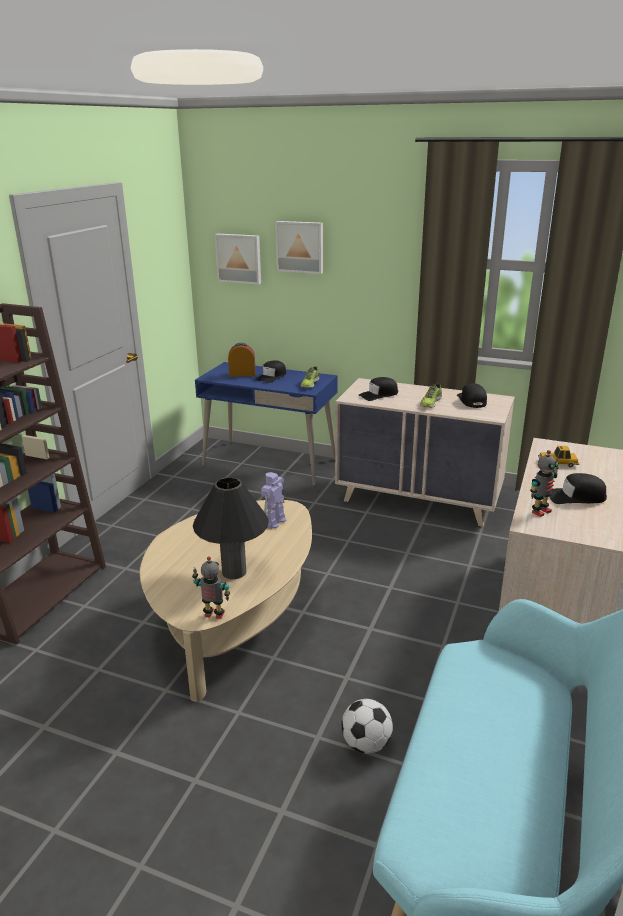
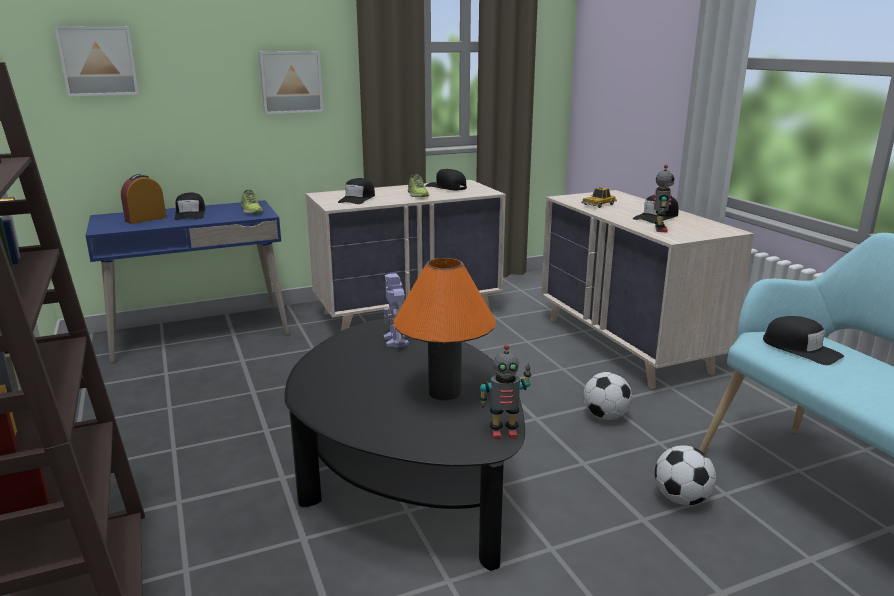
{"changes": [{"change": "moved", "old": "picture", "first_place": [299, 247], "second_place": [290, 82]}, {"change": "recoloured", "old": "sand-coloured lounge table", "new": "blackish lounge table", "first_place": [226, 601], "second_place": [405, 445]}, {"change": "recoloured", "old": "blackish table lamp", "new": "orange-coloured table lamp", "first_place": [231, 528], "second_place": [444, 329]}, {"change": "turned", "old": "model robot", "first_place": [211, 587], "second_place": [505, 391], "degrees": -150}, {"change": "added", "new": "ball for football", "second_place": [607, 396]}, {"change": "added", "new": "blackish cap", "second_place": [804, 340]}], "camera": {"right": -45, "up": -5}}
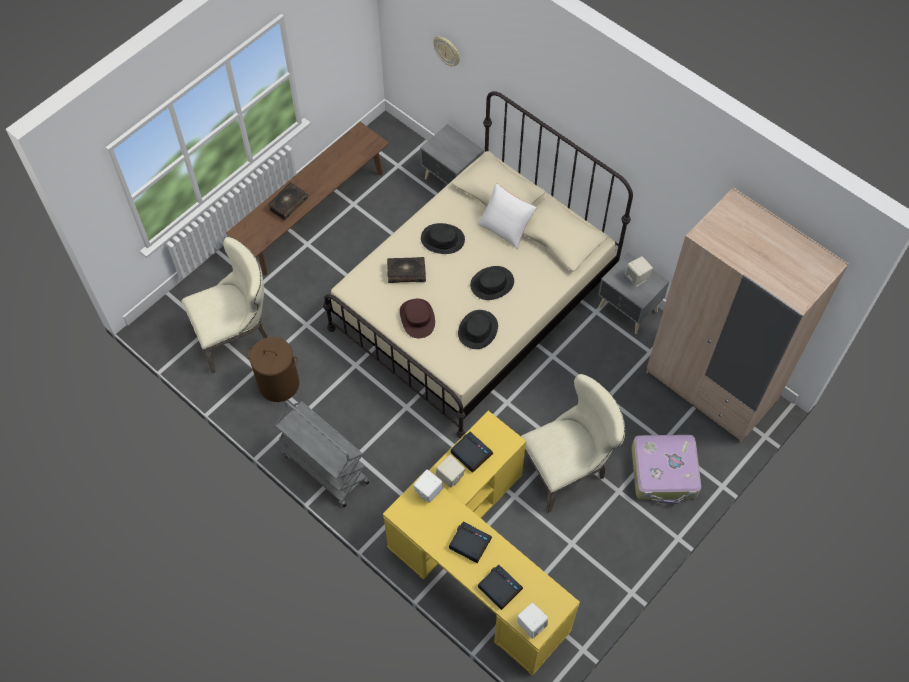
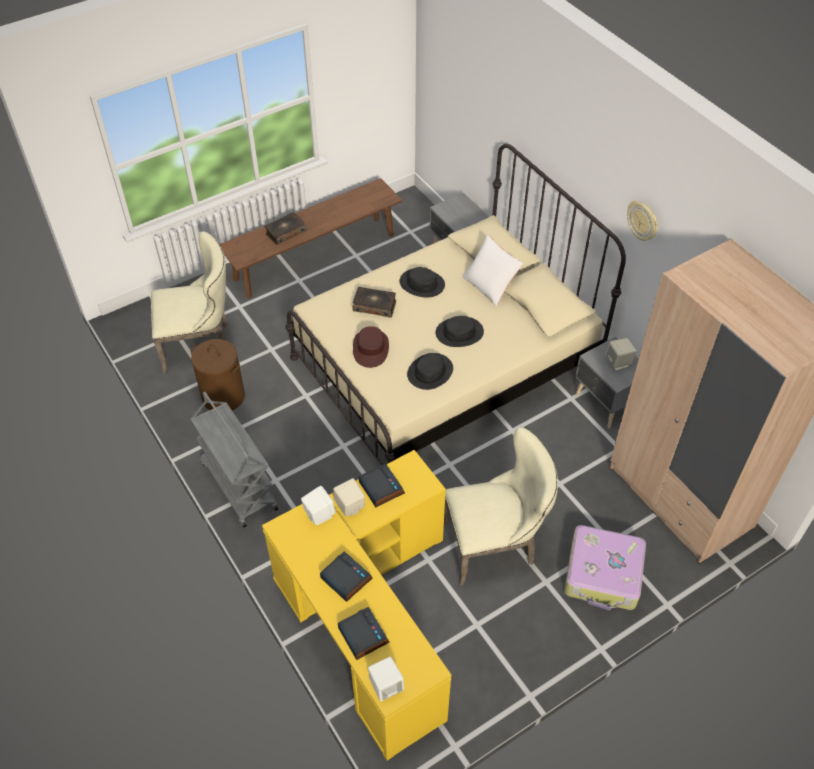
{"changes": [{"change": "moved", "old": "wall clock", "first_place": [446, 51], "second_place": [642, 221]}], "camera": {"right": 15, "up": -10}}
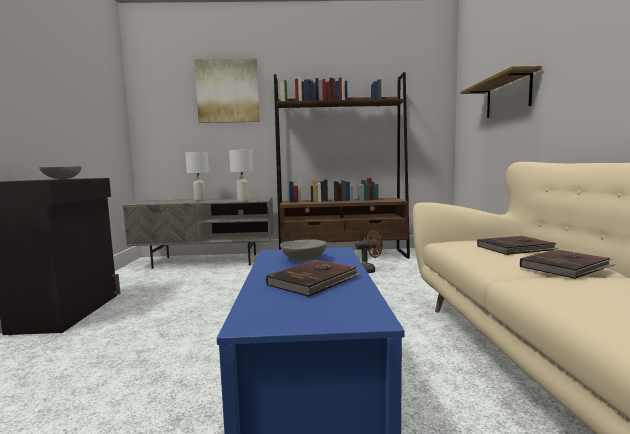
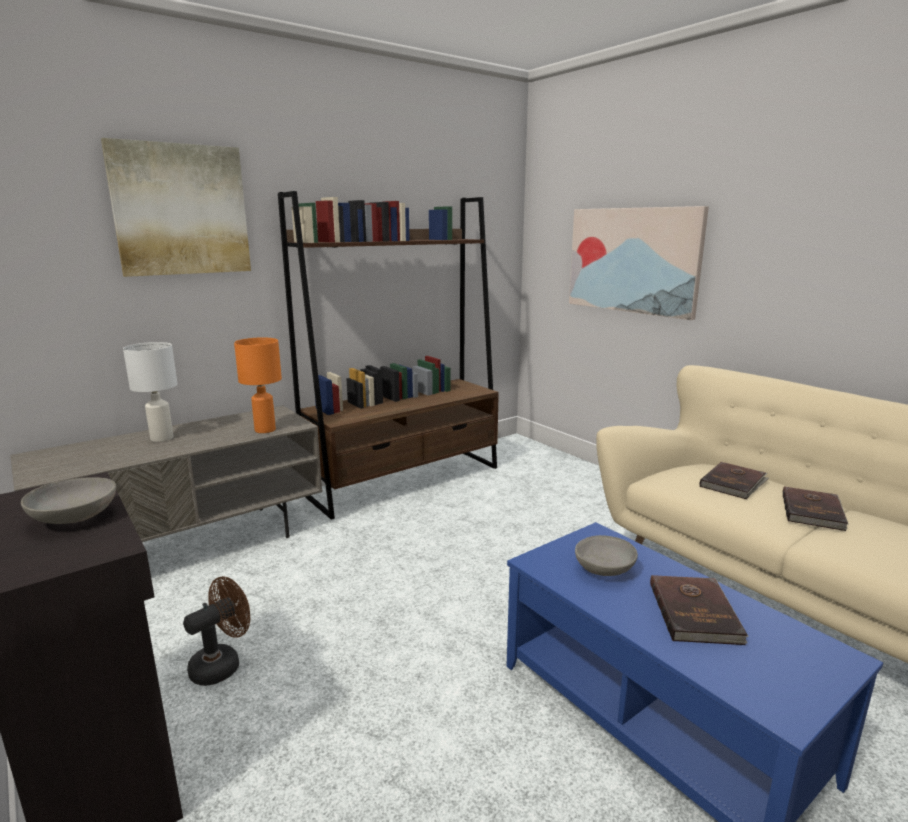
{"changes": [{"change": "moved", "old": "brown-coloured electric fan", "first_place": [369, 251], "second_place": [216, 631]}, {"change": "recoloured", "old": "white table lamp", "new": "orange-coloured table lamp", "first_place": [241, 175], "second_place": [258, 385]}, {"change": "replaced", "old": "wall shelf", "new": "picture", "first_place": [501, 92], "second_place": [639, 263]}], "camera": {"right": -35, "up": 10}}
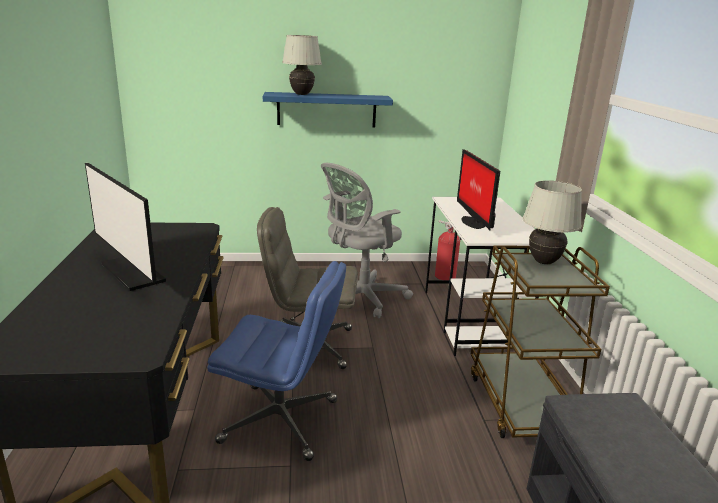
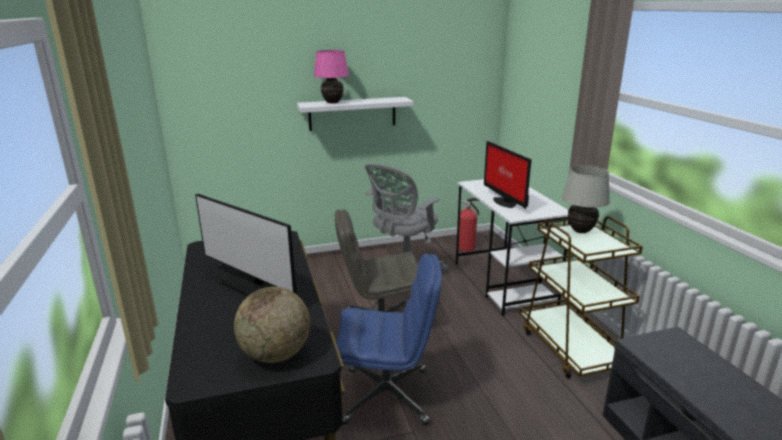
{"changes": [{"change": "added", "new": "globe", "second_place": [272, 325]}, {"change": "recoloured", "old": "bluish wall shelf", "new": "white wall shelf", "first_place": [328, 110], "second_place": [355, 114]}, {"change": "recoloured", "old": "white table lamp", "new": "pinkish table lamp", "first_place": [302, 65], "second_place": [331, 76]}], "camera": {"right": -10, "up": 0}}
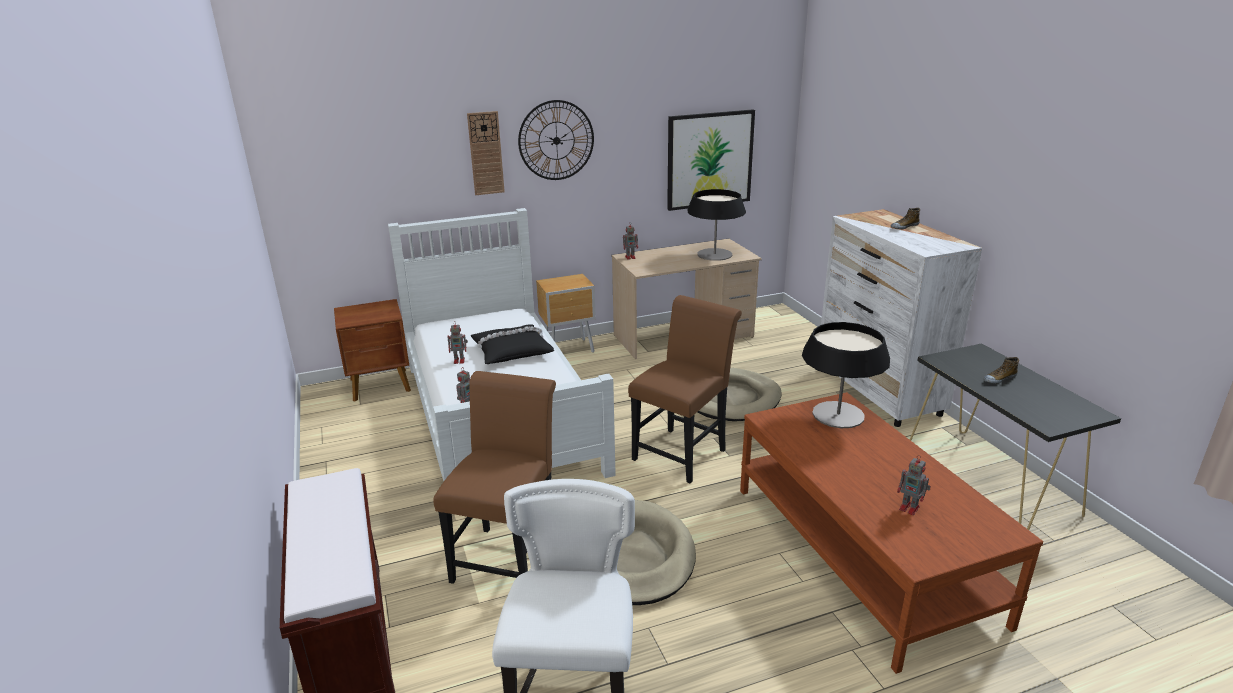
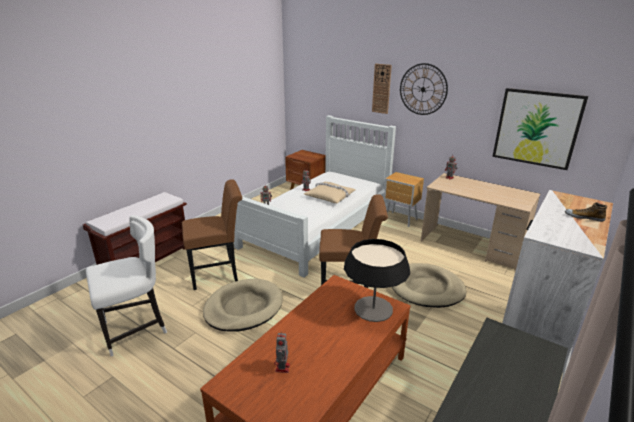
{"changes": [{"change": "recoloured", "old": "blackish pillow", "new": "sand-coloured pillow", "first_place": [512, 344], "second_place": [330, 192]}, {"change": "removed", "old": "table lamp", "first_place": [717, 225]}, {"change": "removed", "old": "item of footwear", "first_place": [1001, 370]}], "camera": {"right": 55, "up": 0}}
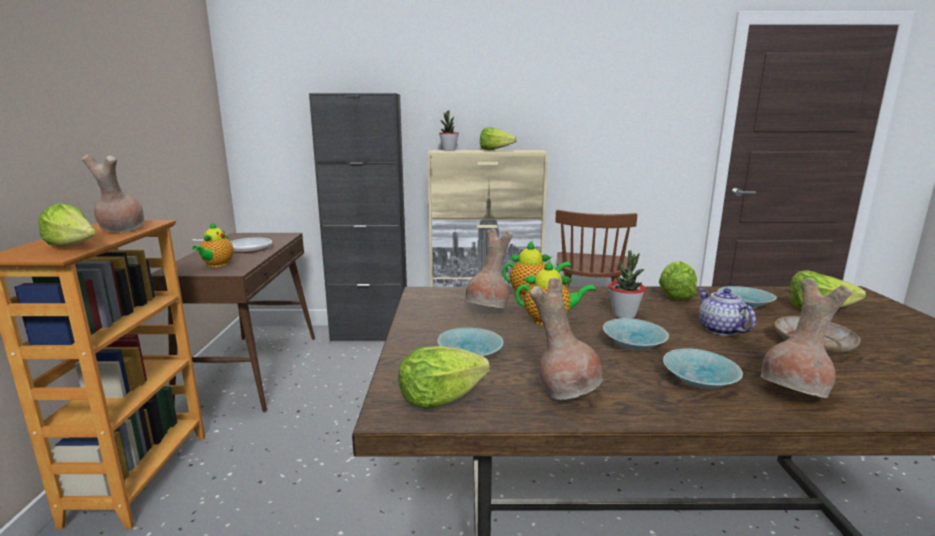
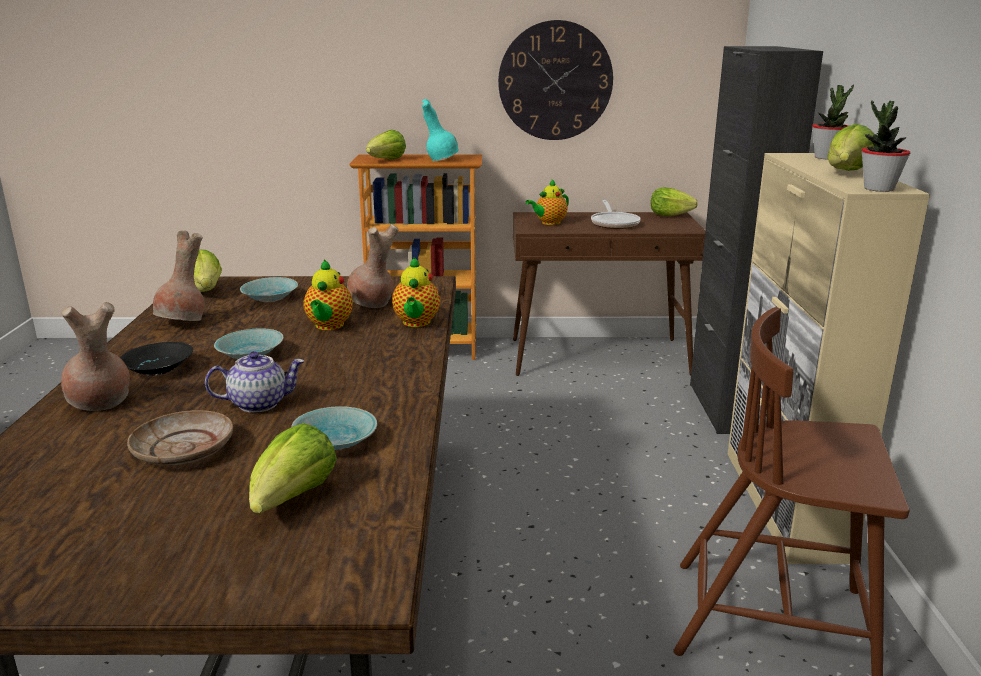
{"changes": [{"change": "recoloured", "old": "turquoise serving bowl", "new": "blackish serving bowl", "first_place": [703, 368], "second_place": [156, 359]}, {"change": "recoloured", "old": "brown-coloured decorative vase", "new": "turquoise decorative vase", "first_place": [113, 193], "second_place": [440, 130]}, {"change": "added", "new": "wall clock", "second_place": [555, 80]}, {"change": "turned", "old": "tea pot", "first_place": [213, 244], "second_place": [547, 202], "degrees": -45}, {"change": "moved", "old": "head of lettuce", "first_place": [678, 280], "second_place": [674, 201]}, {"change": "moved", "old": "potted plant", "first_place": [627, 284], "second_place": [885, 146]}], "camera": {"right": 90, "up": 5}}
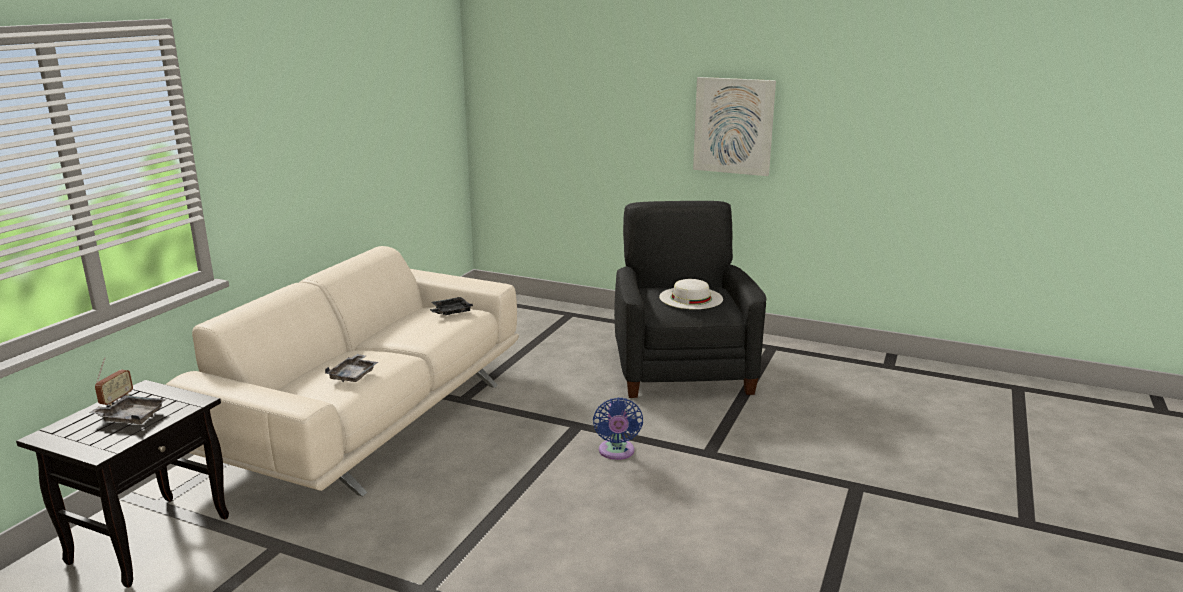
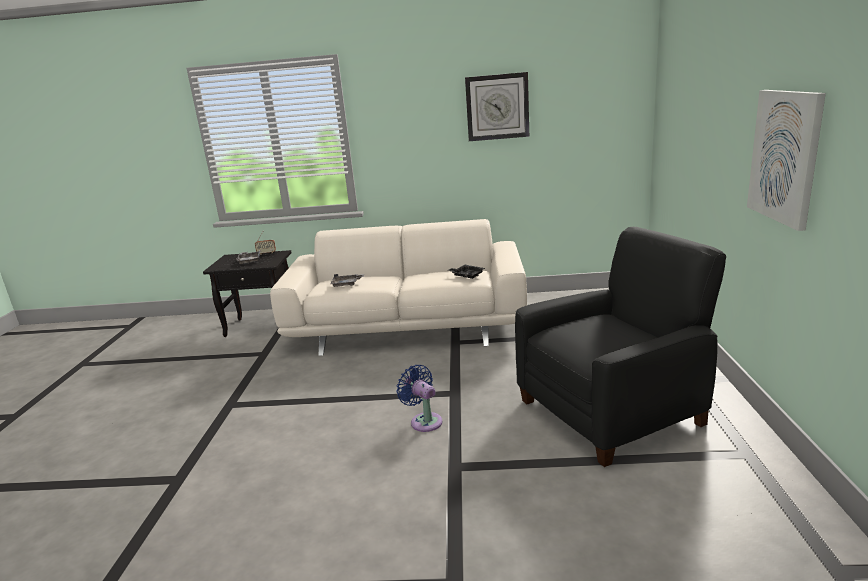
{"changes": [{"change": "turned", "old": "bluish electric fan", "first_place": [618, 428], "second_place": [419, 398], "degrees": 75}, {"change": "added", "new": "wall clock", "second_place": [497, 106]}, {"change": "removed", "old": "white wearable hat", "first_place": [691, 294]}], "camera": {"right": 70, "up": 0}}
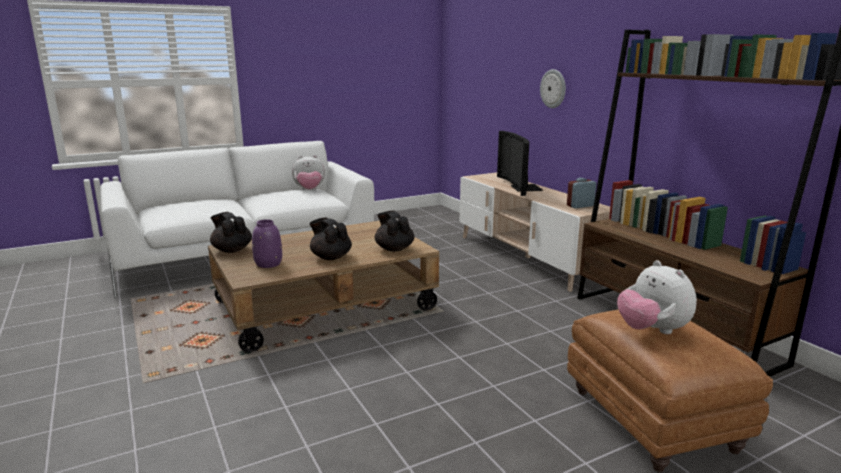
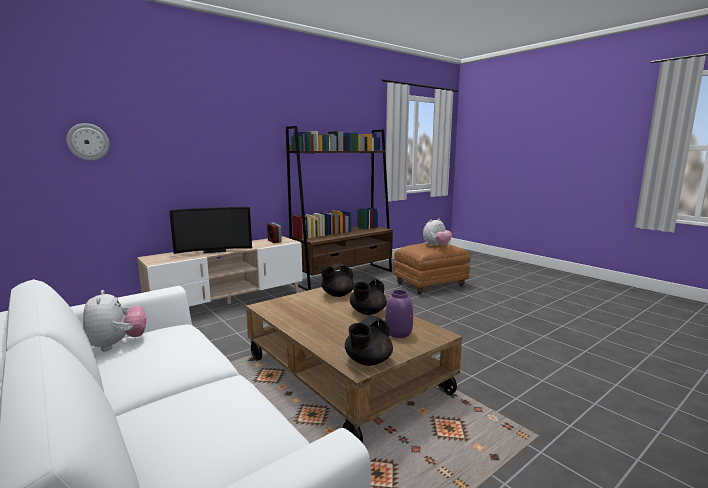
{"changes": [{"change": "moved", "old": "wall clock", "first_place": [553, 88], "second_place": [87, 142]}], "camera": {"right": -100, "up": -5}}
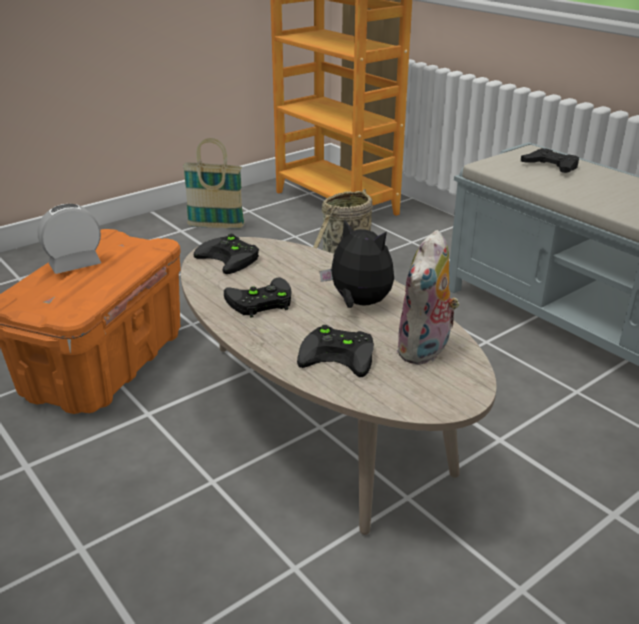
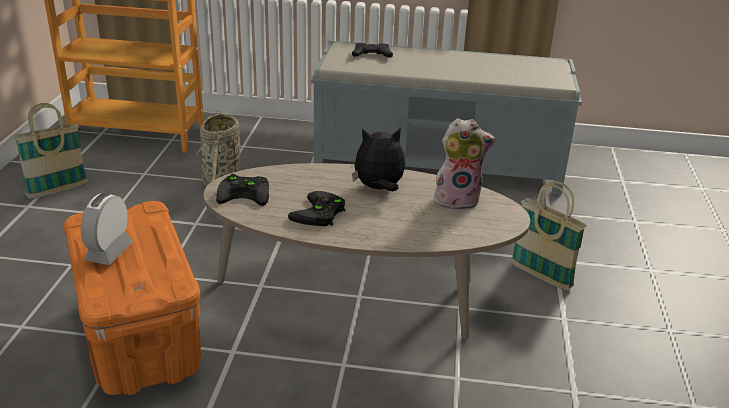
{"changes": [{"change": "turned", "old": "cuddly toy", "first_place": [428, 297], "second_place": [464, 164], "degrees": -75}, {"change": "added", "new": "basket", "second_place": [549, 235]}, {"change": "removed", "old": "blackish joypad", "first_place": [335, 351]}], "camera": {"right": -45, "up": 0}}
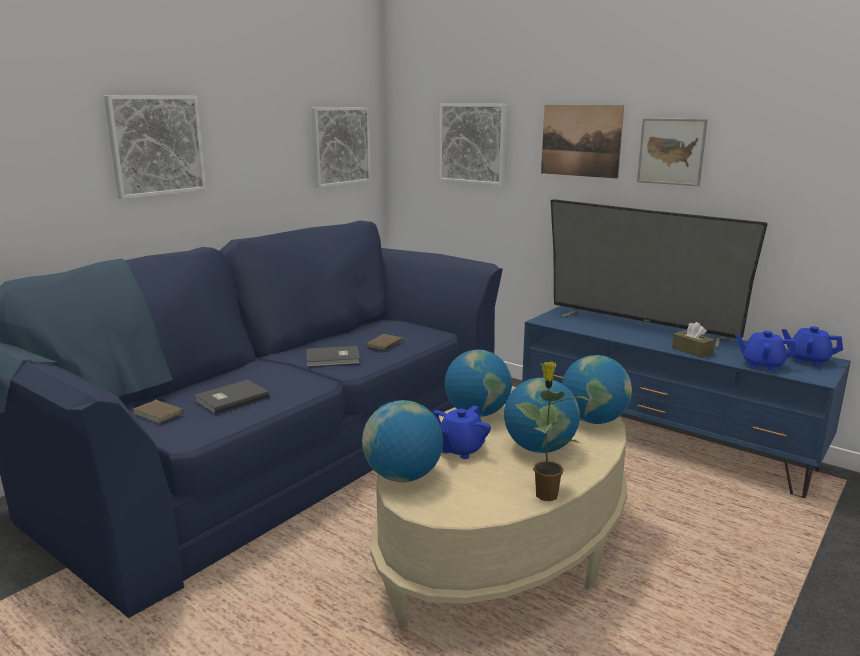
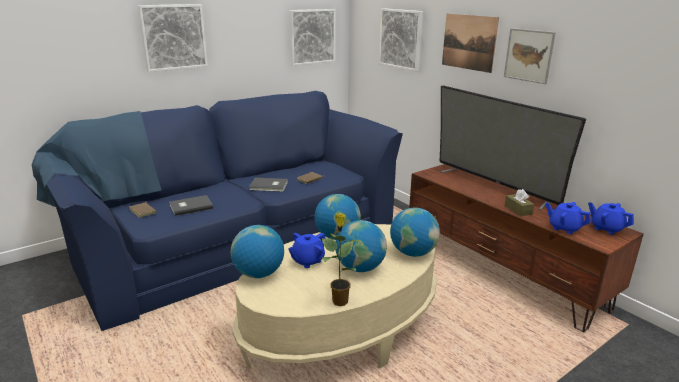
{"changes": [{"change": "recoloured", "old": "bluish tv unit", "new": "brown-coloured tv unit", "first_place": [686, 402], "second_place": [526, 248]}], "camera": {"right": 15, "up": 5}}
